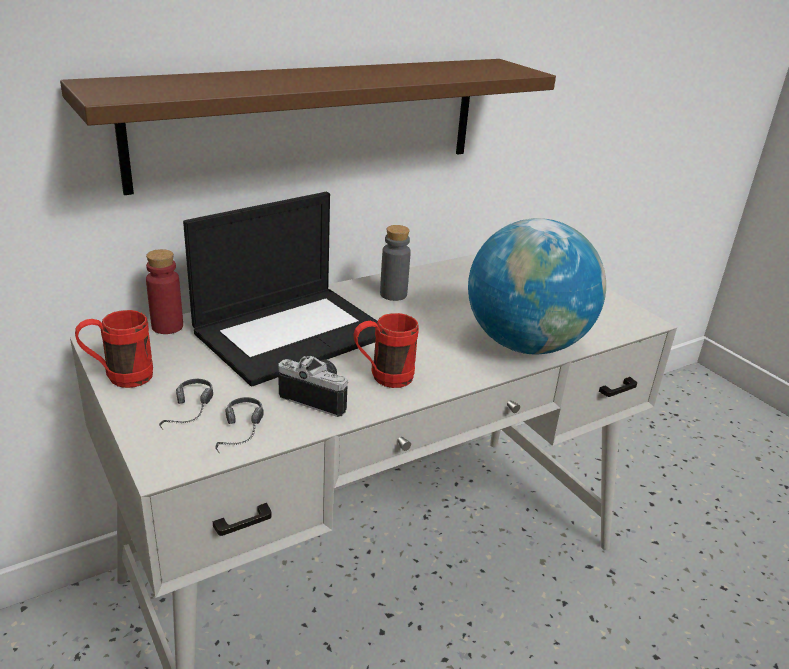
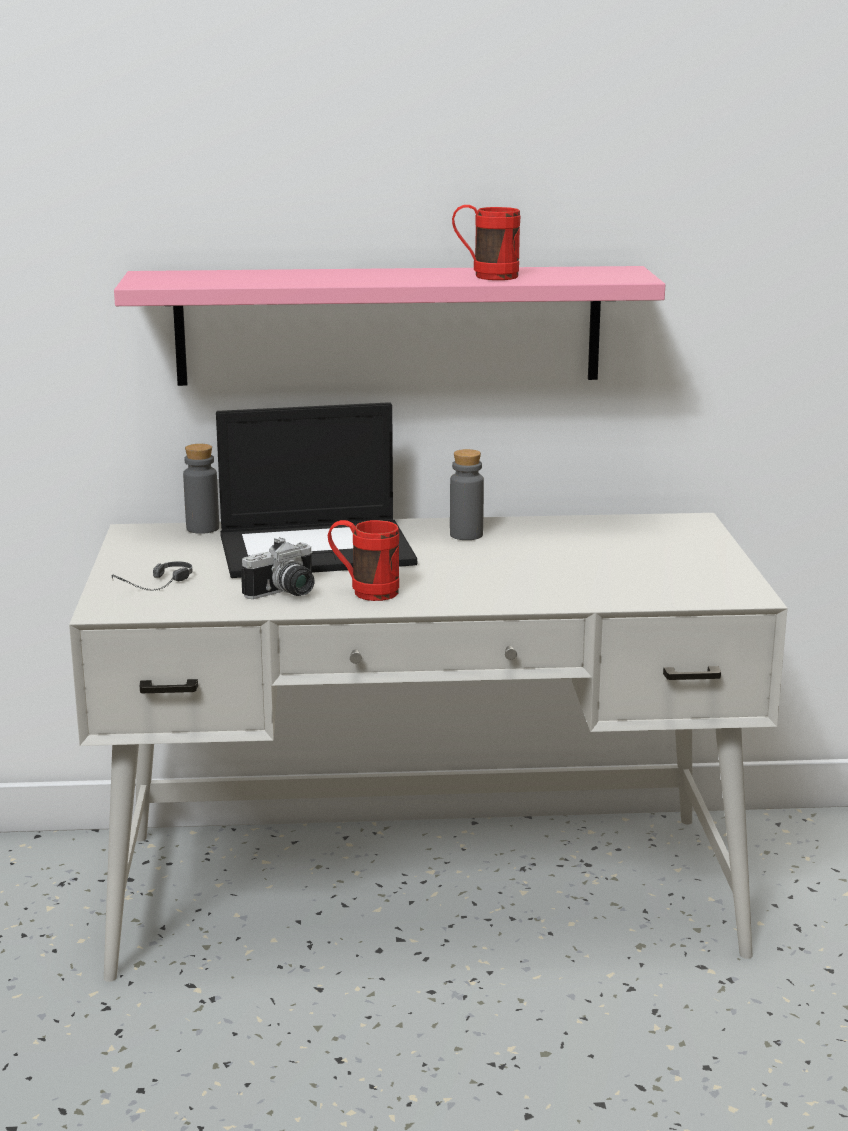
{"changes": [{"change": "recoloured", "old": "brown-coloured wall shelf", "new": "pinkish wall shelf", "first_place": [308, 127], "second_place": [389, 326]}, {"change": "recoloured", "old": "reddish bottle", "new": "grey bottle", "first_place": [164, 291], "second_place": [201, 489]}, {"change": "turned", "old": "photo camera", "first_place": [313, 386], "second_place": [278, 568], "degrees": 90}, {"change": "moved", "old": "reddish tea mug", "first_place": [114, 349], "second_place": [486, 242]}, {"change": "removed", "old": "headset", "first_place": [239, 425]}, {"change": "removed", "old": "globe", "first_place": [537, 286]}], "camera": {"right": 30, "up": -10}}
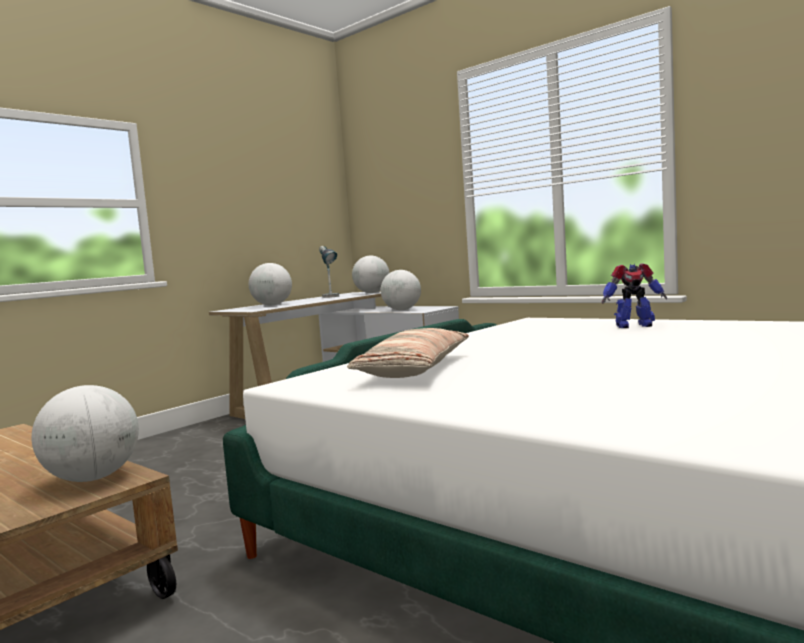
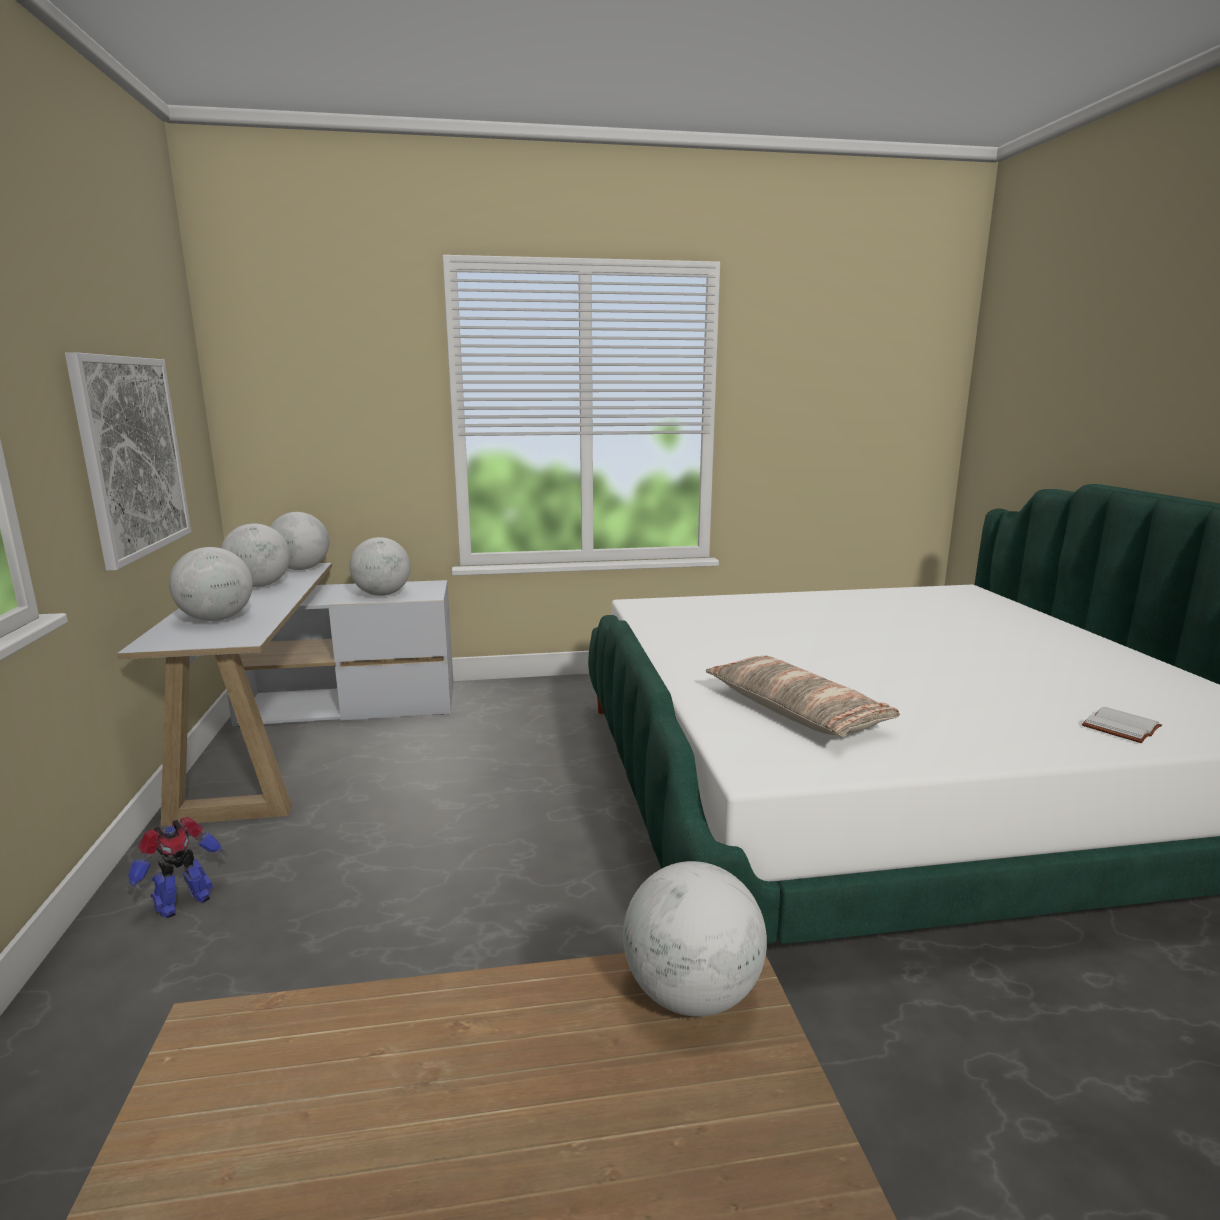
{"changes": [{"change": "added", "new": "picture", "second_place": [128, 461]}, {"change": "moved", "old": "model robot", "first_place": [634, 295], "second_place": [177, 867]}, {"change": "replaced", "old": "table lamp", "new": "globe", "first_place": [329, 272], "second_place": [255, 555]}, {"change": "added", "new": "white volume", "second_place": [1122, 725]}], "camera": {"right": -50, "up": 10}}
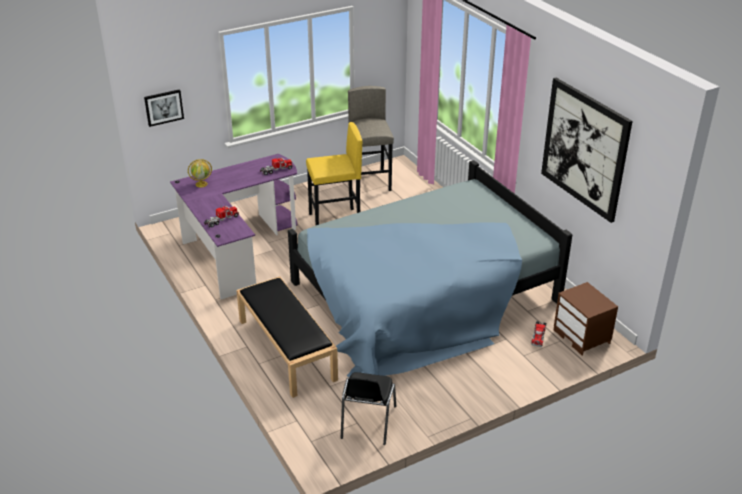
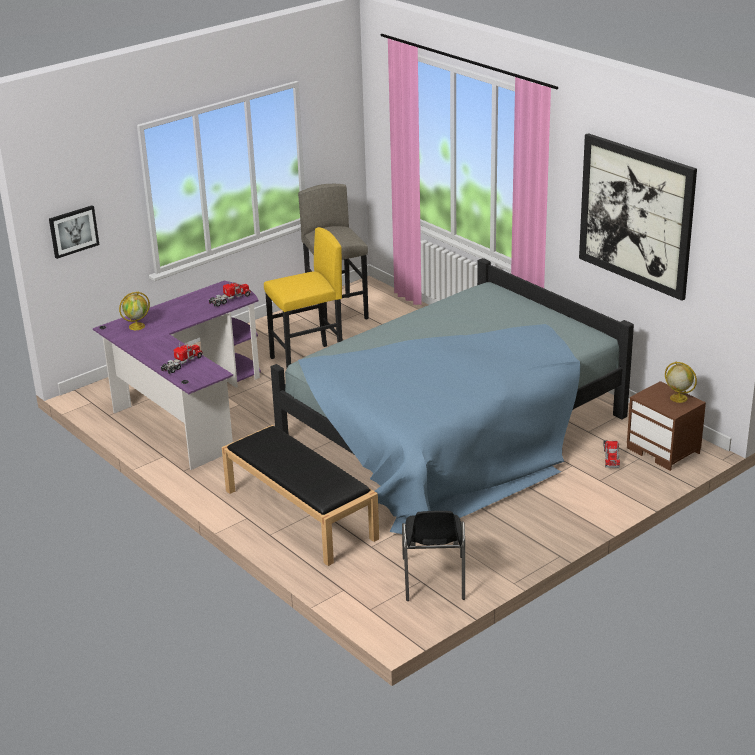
{"changes": [{"change": "added", "new": "globe", "second_place": [681, 382]}], "camera": {"right": -10, "up": -5}}
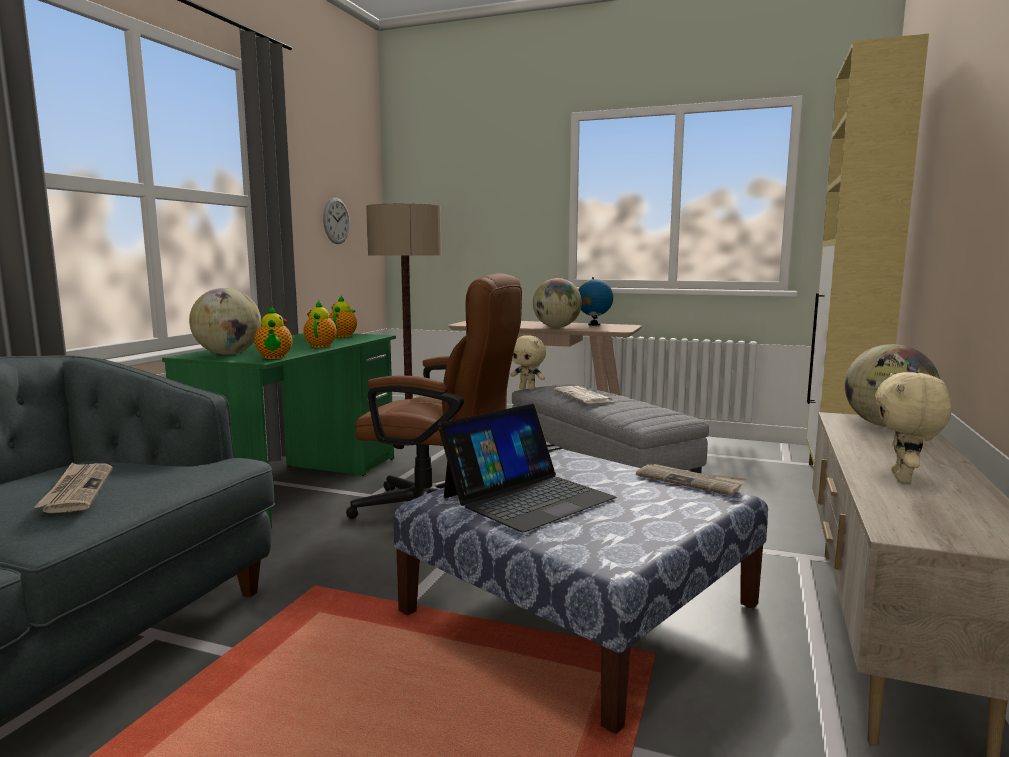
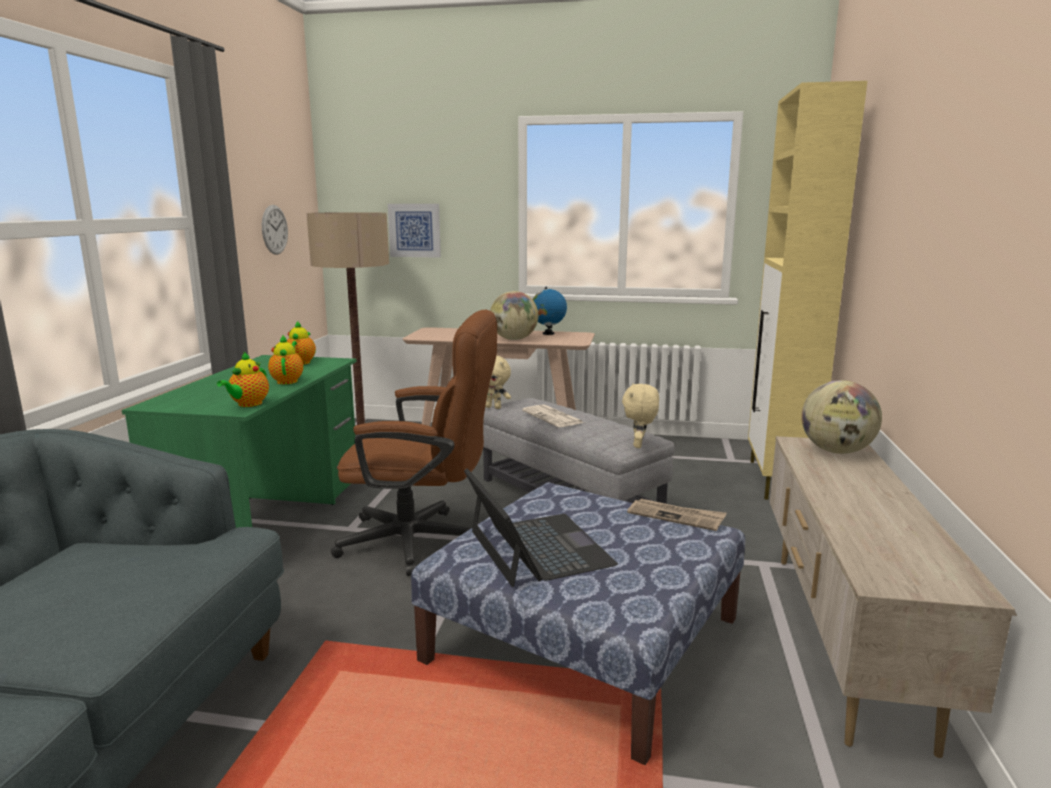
{"changes": [{"change": "turned", "old": "tea pot", "first_place": [273, 332], "second_place": [243, 379], "degrees": 45}, {"change": "added", "new": "picture", "second_place": [414, 231]}, {"change": "turned", "old": "laptop", "first_place": [527, 468], "second_place": [541, 527], "degrees": -60}, {"change": "moved", "old": "sand-coloured cuddly toy", "first_place": [913, 427], "second_place": [640, 415]}, {"change": "removed", "old": "printed paper", "first_place": [73, 488]}, {"change": "removed", "old": "globe", "first_place": [225, 321]}], "camera": {"right": -10, "up": 5}}
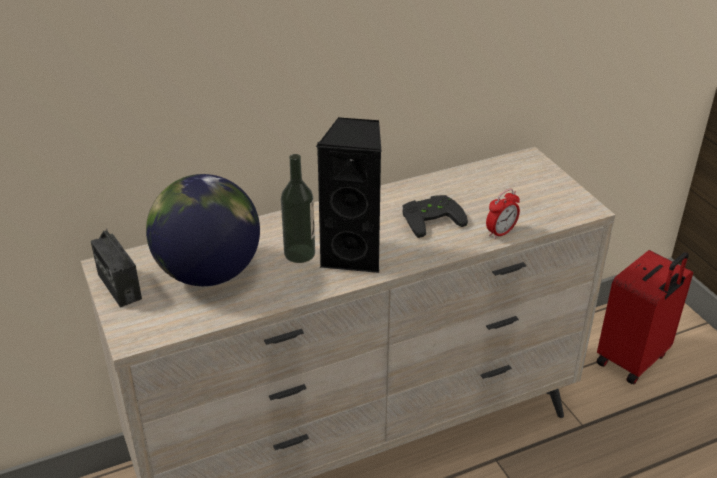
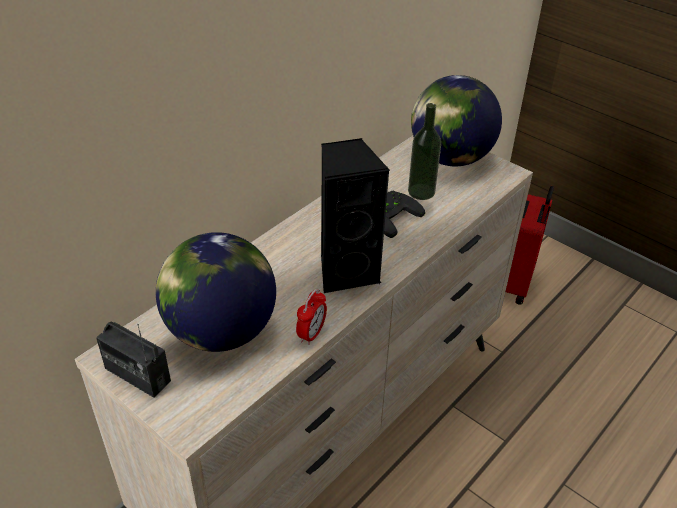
{"changes": [{"change": "moved", "old": "bedside clock", "first_place": [503, 214], "second_place": [311, 317]}, {"change": "moved", "old": "bottle", "first_place": [298, 208], "second_place": [424, 151]}, {"change": "added", "new": "globe", "second_place": [456, 120]}], "camera": {"right": -25, "up": 5}}
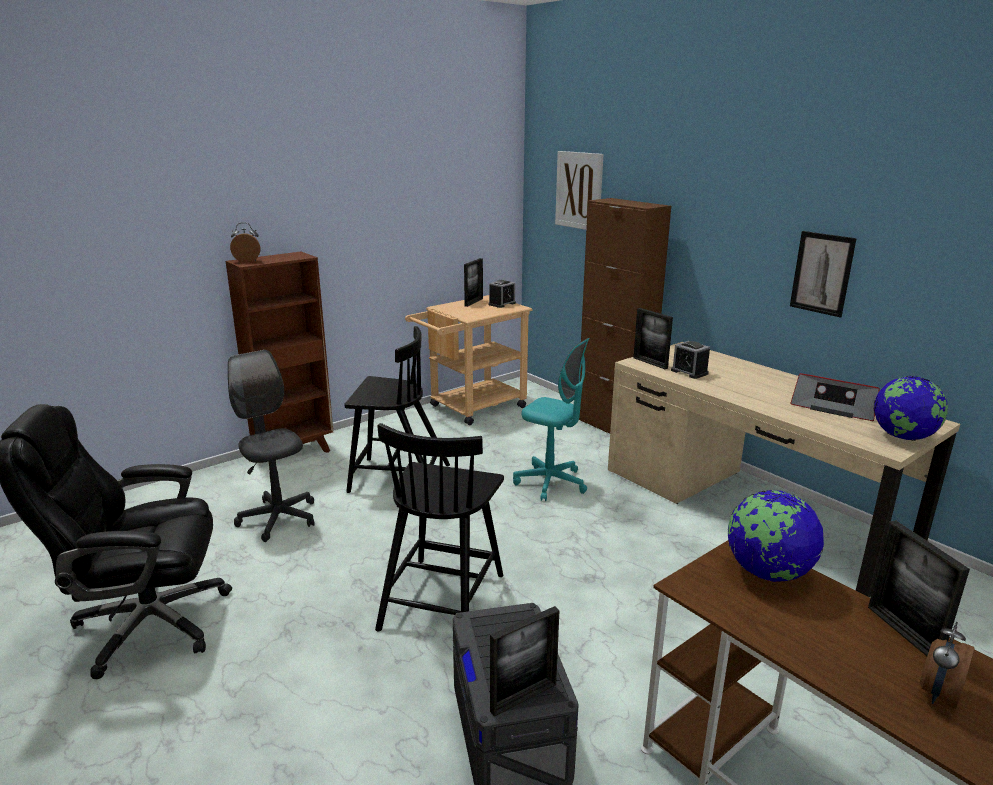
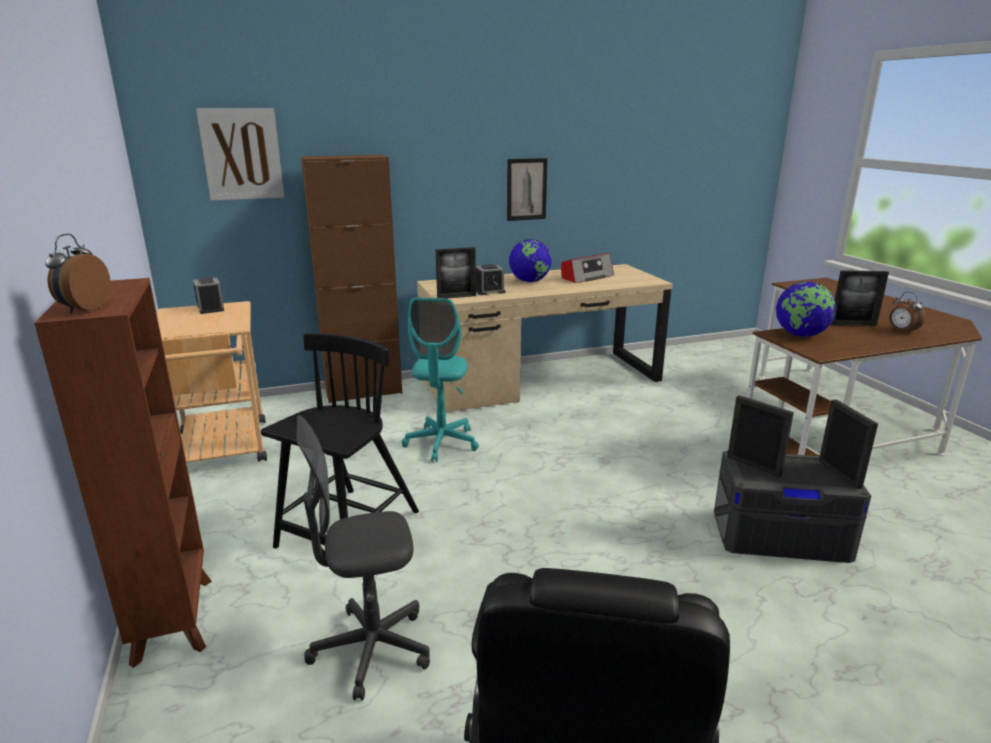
{"changes": [{"change": "turned", "old": "turquoise office chair", "first_place": [551, 419], "second_place": [440, 380], "degrees": 135}, {"change": "moved", "old": "globe", "first_place": [911, 408], "second_place": [530, 260]}, {"change": "moved", "old": "picture frame", "first_place": [473, 282], "second_place": [760, 436]}, {"change": "removed", "old": "blackish plain chair", "first_place": [439, 527]}], "camera": {"right": -70, "up": 0}}
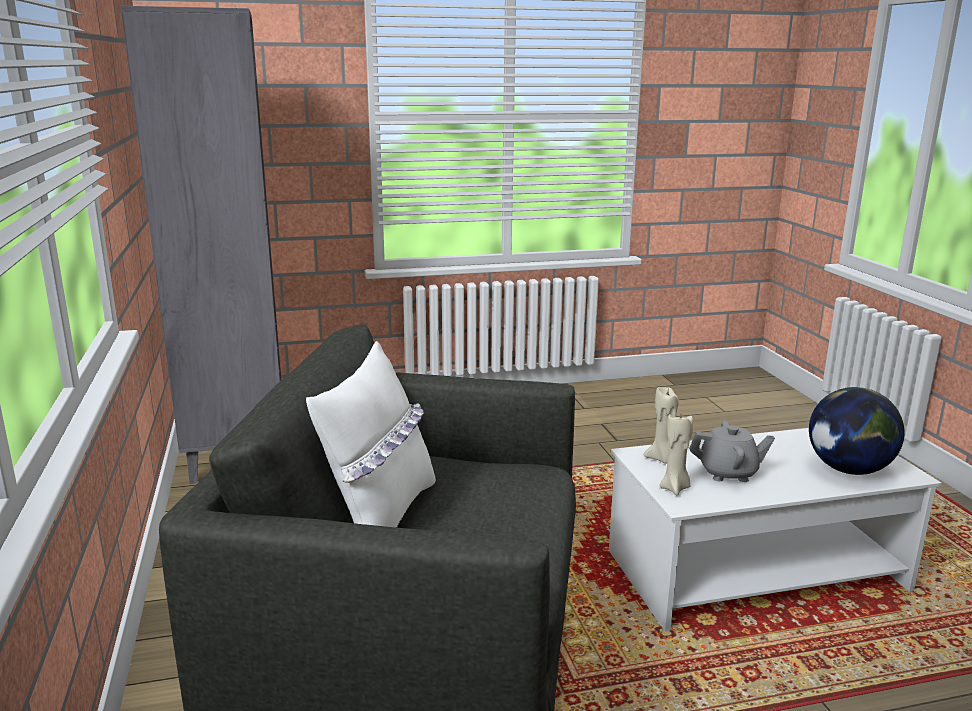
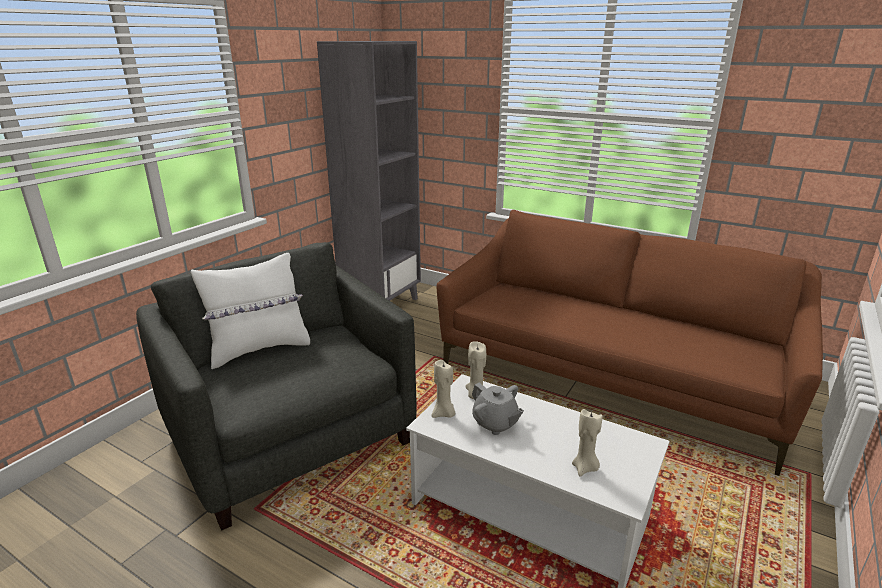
{"changes": [{"change": "added", "new": "brown-coloured couch", "second_place": [629, 343]}, {"change": "replaced", "old": "globe", "new": "sand-coloured wax light", "first_place": [857, 431], "second_place": [587, 442]}], "camera": {"right": 45, "up": 5}}
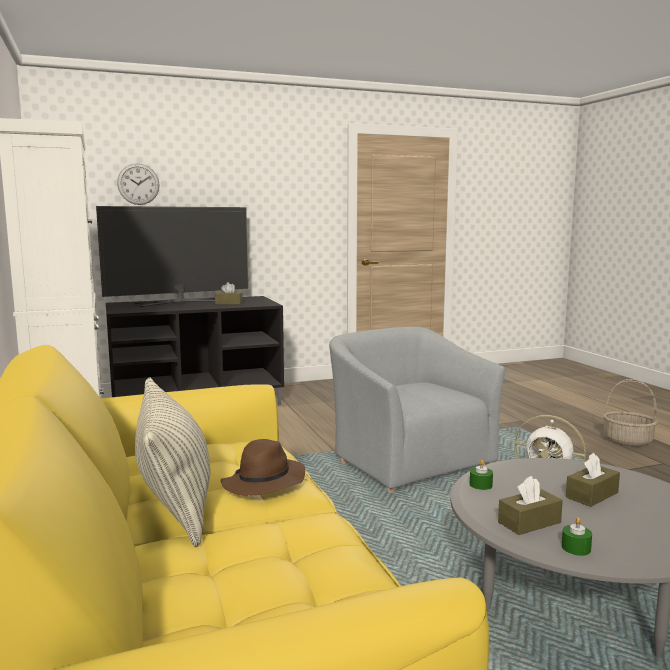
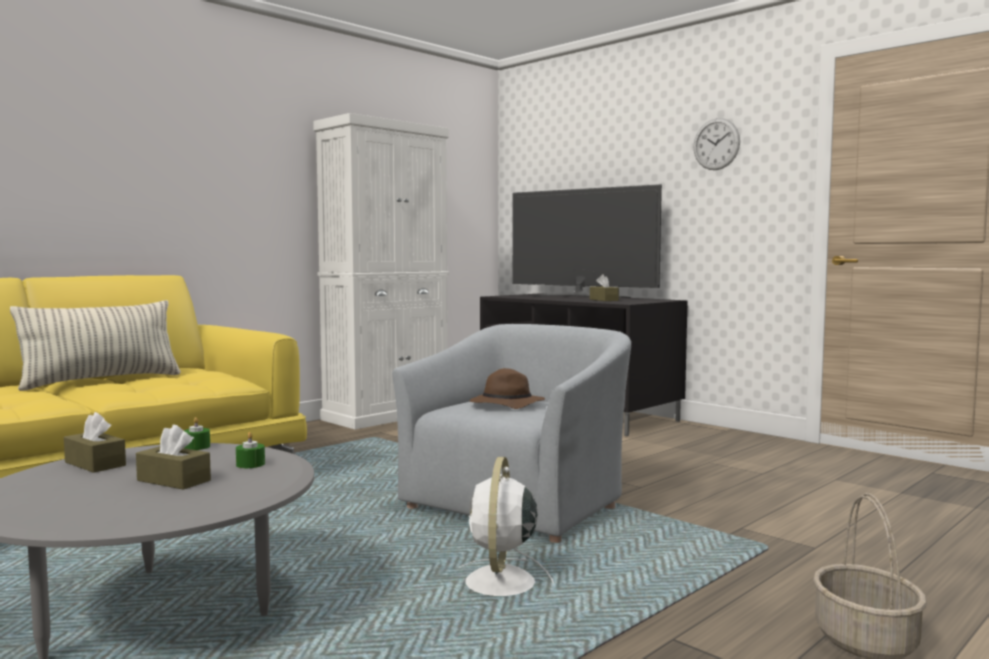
{"changes": [{"change": "moved", "old": "greenish wax light", "first_place": [577, 536], "second_place": [250, 450]}, {"change": "moved", "old": "brown-coloured wearable hat", "first_place": [263, 467], "second_place": [507, 388]}, {"change": "moved", "old": "wall clock", "first_place": [138, 184], "second_place": [717, 144]}], "camera": {"right": 65, "up": -5}}
